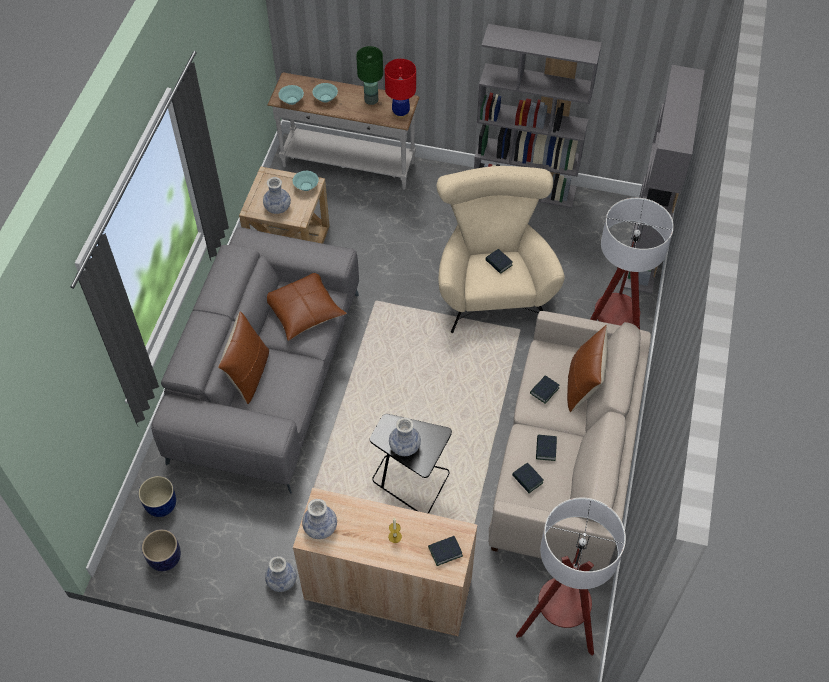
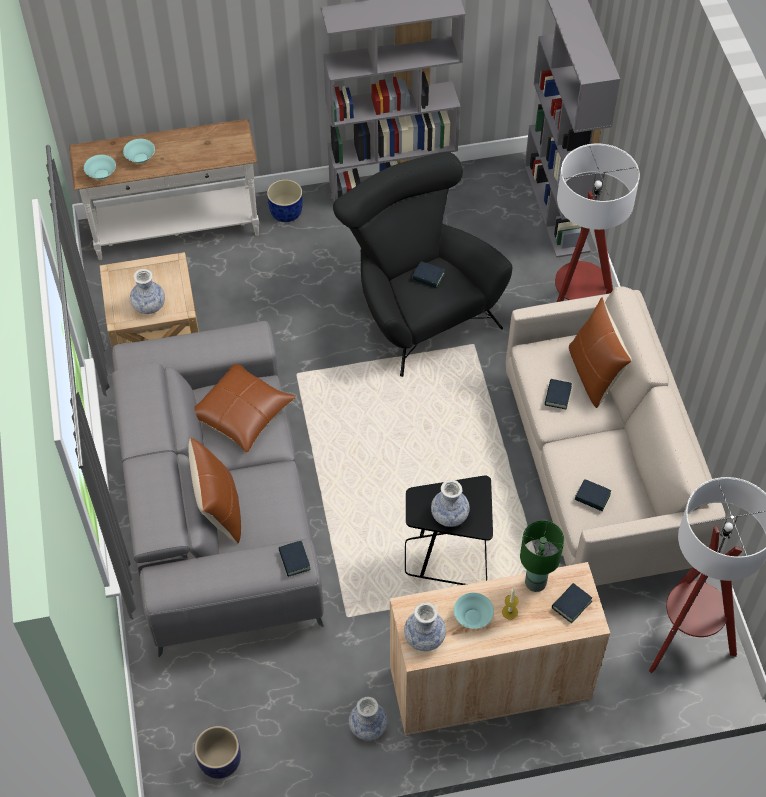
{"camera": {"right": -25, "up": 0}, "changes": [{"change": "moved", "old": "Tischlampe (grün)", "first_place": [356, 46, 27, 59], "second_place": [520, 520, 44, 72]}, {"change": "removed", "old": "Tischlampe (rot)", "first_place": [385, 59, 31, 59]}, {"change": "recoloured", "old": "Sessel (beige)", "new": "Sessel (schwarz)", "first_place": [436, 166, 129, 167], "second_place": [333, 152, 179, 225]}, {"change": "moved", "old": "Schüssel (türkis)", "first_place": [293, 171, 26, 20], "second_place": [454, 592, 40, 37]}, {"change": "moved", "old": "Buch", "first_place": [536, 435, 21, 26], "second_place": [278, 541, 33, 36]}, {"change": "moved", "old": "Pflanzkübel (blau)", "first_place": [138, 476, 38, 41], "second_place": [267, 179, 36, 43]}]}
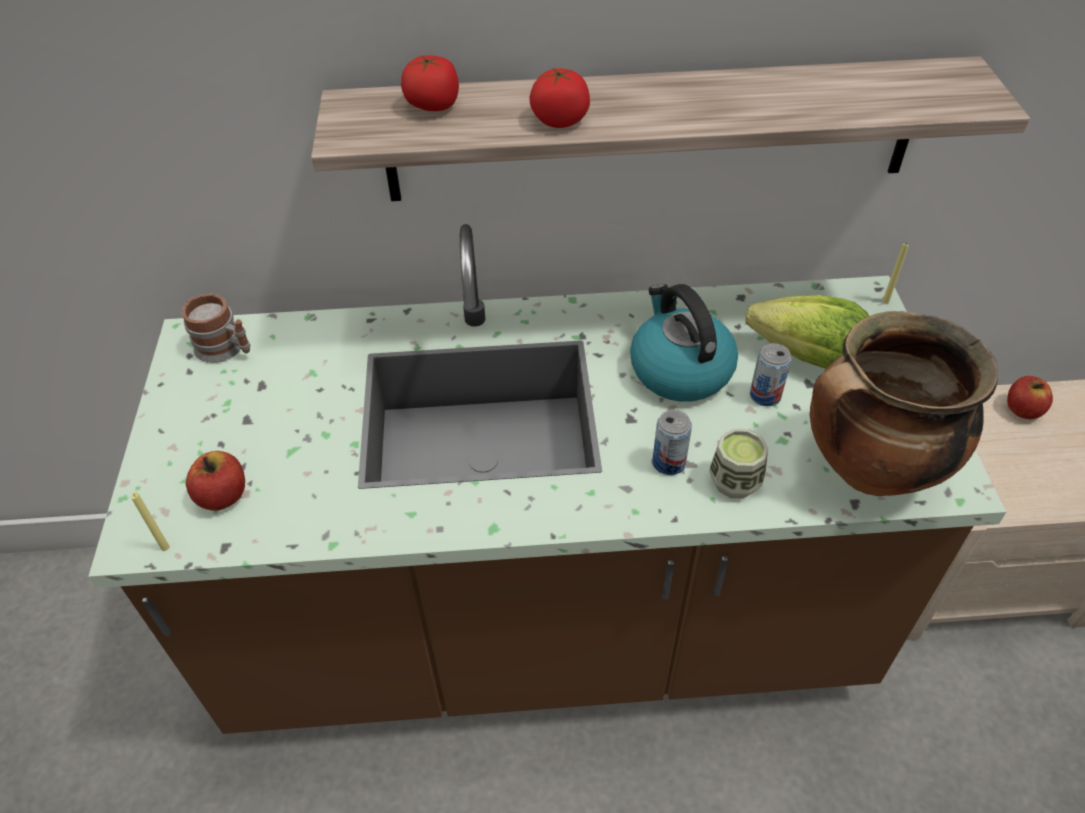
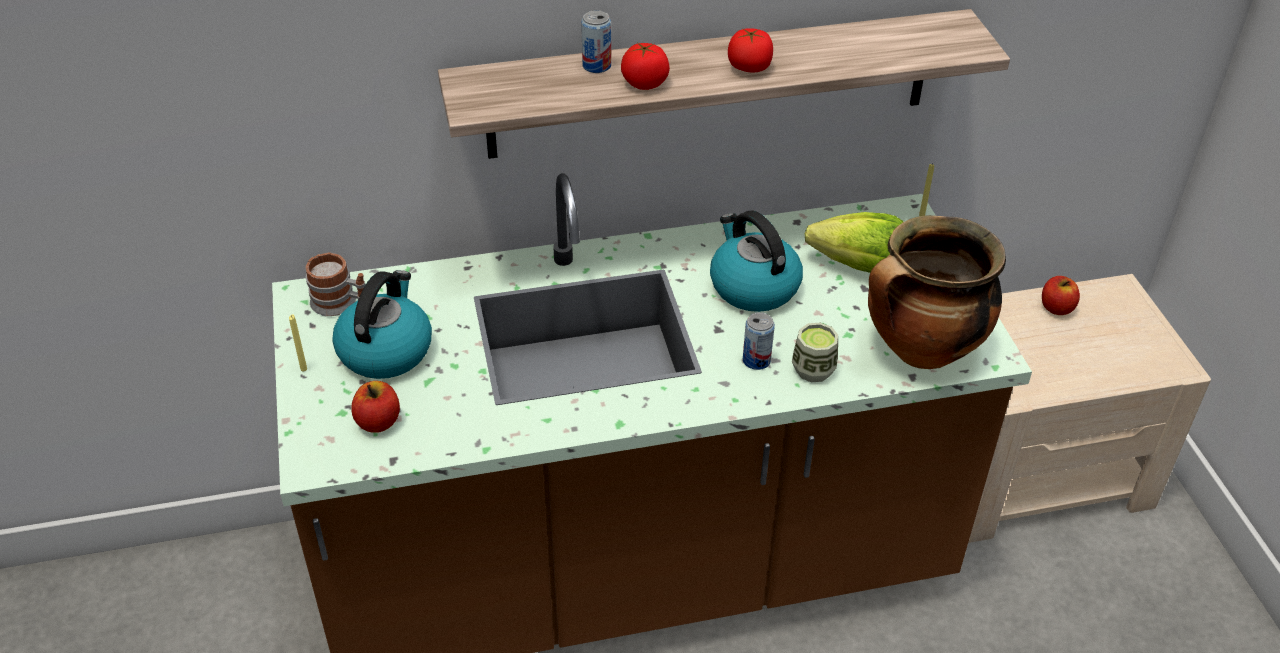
{"camera": {"right": -10, "up": -5}, "changes": [{"change": "moved", "old": "Tomate", "first_place": [401, 55, 58, 56], "second_place": [728, 28, 45, 45]}, {"change": "moved", "old": "Dose", "first_place": [750, 343, 42, 63], "second_place": [581, 10, 30, 63]}, {"change": "moved", "old": "Kerze (gelb)", "first_place": [131, 492, 38, 59], "second_place": [289, 315, 18, 56]}, {"change": "added", "new": "Wasserkessel", "second_place": [332, 270, 100, 109]}]}
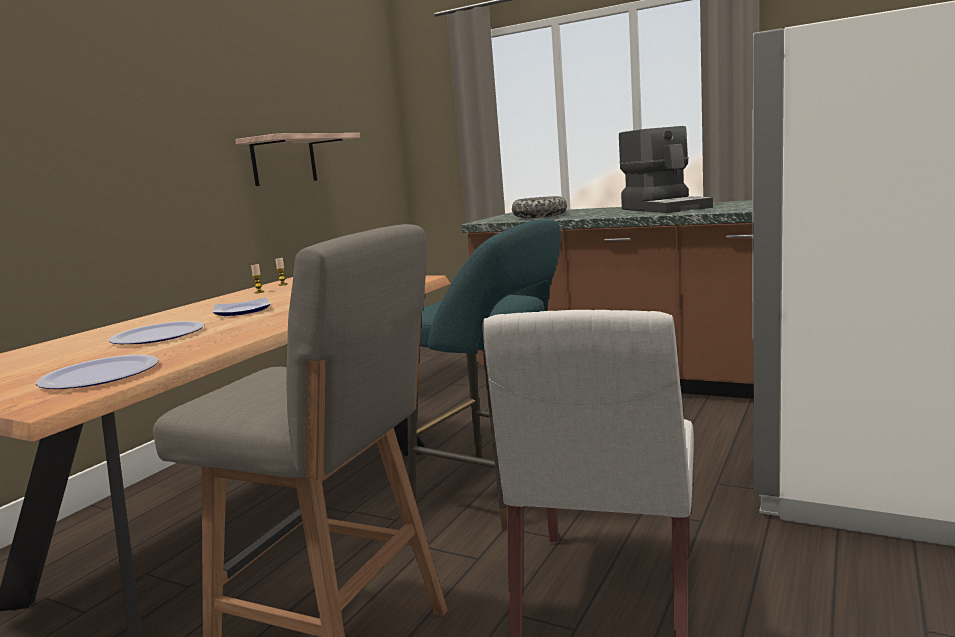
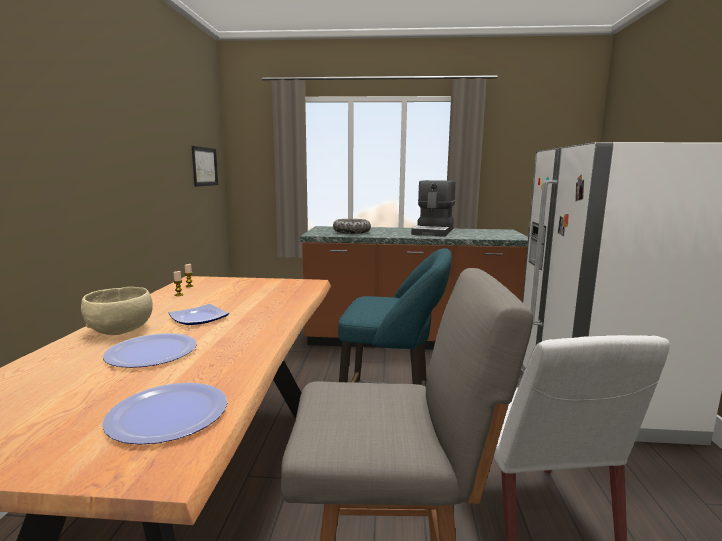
{"camera": {"right": -25, "up": 0}, "changes": [{"change": "turned", "old": "Kaffeemaschine", "first_place": [619, 126, 94, 87], "second_place": [411, 180, 45, 57], "degrees": 60}, {"change": "removed", "old": "Wandregal", "first_place": [235, 133, 125, 53]}, {"change": "added", "new": "Bild", "second_place": [192, 146, 26, 41]}, {"change": "added", "new": "Schüssel (beige)", "second_place": [81, 287, 72, 48]}]}
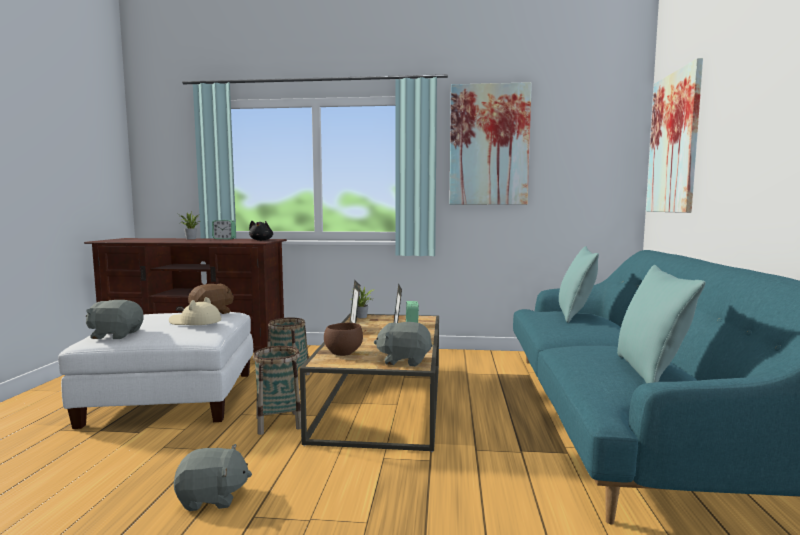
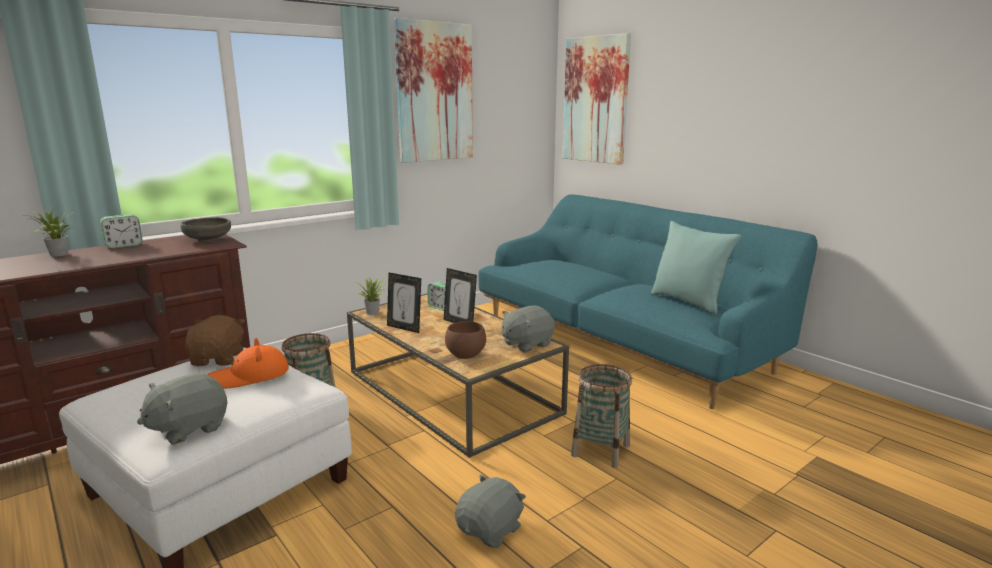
{"camera": {"right": -45, "up": 10}, "changes": [{"change": "replaced", "old": "Plüschtier (schwarz)", "new": "Schüssel (grau)", "first_place": [249, 221, 24, 20], "second_place": [180, 217, 51, 25]}, {"change": "removed", "old": "Kissen (türkis)", "first_place": [559, 246, 40, 77]}, {"change": "recoloured", "old": "Hut (beige)", "new": "Hut (orange)", "first_place": [169, 297, 52, 28], "second_place": [207, 338, 82, 50]}, {"change": "moved", "old": "Korb", "first_place": [253, 346, 48, 89], "second_place": [571, 364, 61, 104]}]}
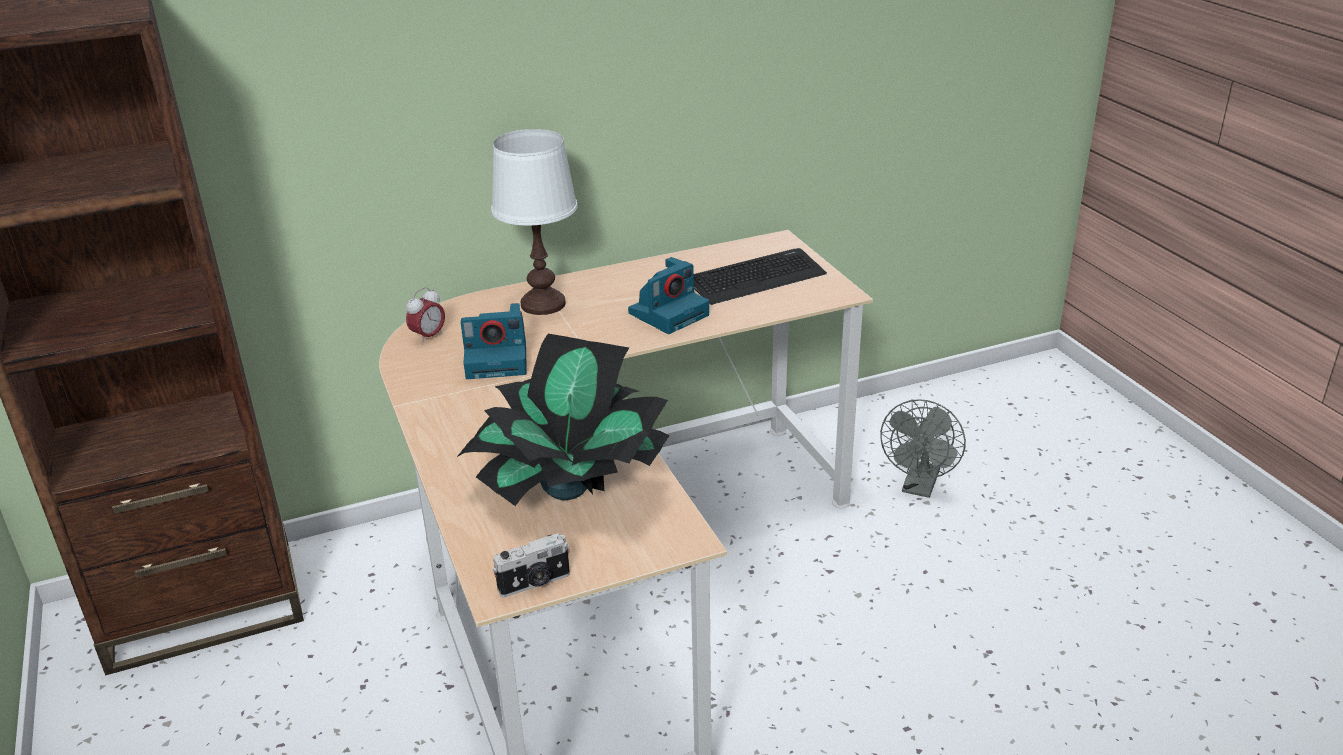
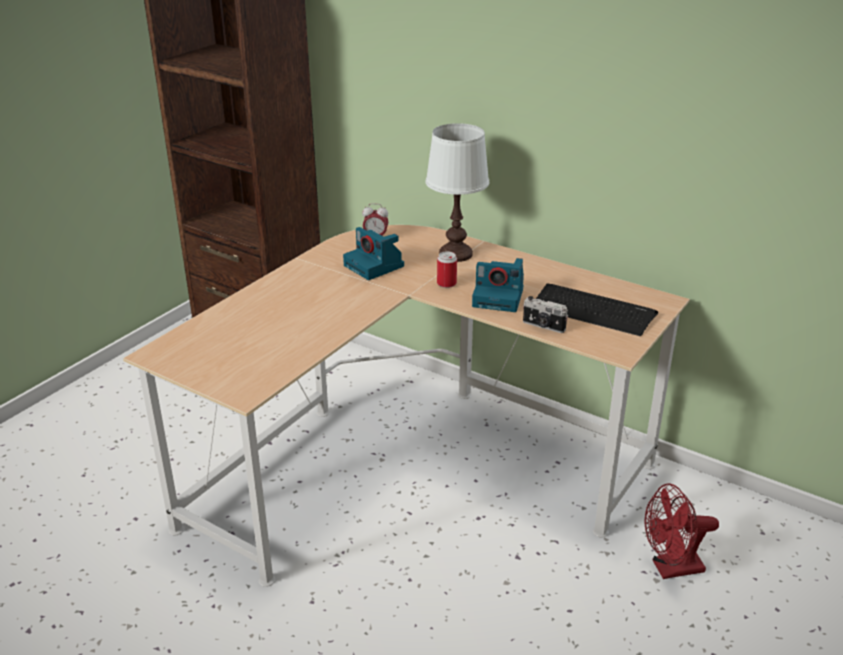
{"camera": {"right": 55, "up": 0}, "changes": [{"change": "removed", "old": "Topfpflanze", "first_place": [457, 334, 213, 172]}, {"change": "recoloured", "old": "Ventilator (grau)", "new": "Ventilator (rot)", "first_place": [880, 400, 86, 98], "second_place": [645, 483, 74, 96]}, {"change": "moved", "old": "Kamera", "first_place": [493, 533, 77, 64], "second_place": [523, 296, 45, 37]}, {"change": "added", "new": "Dose", "second_place": [437, 251, 20, 37]}]}
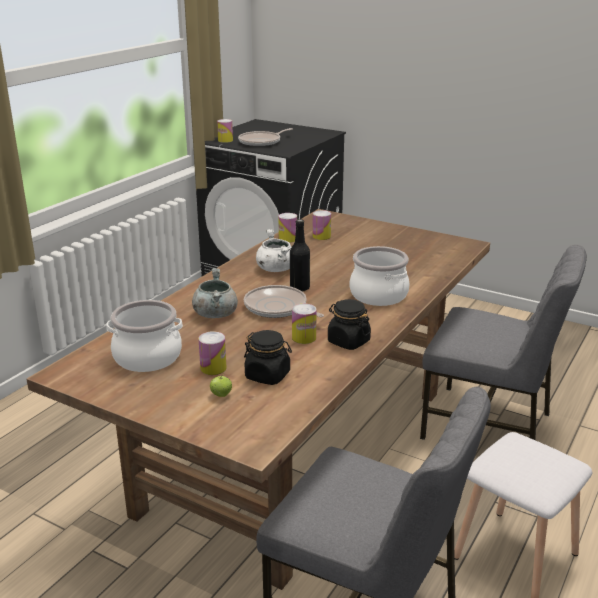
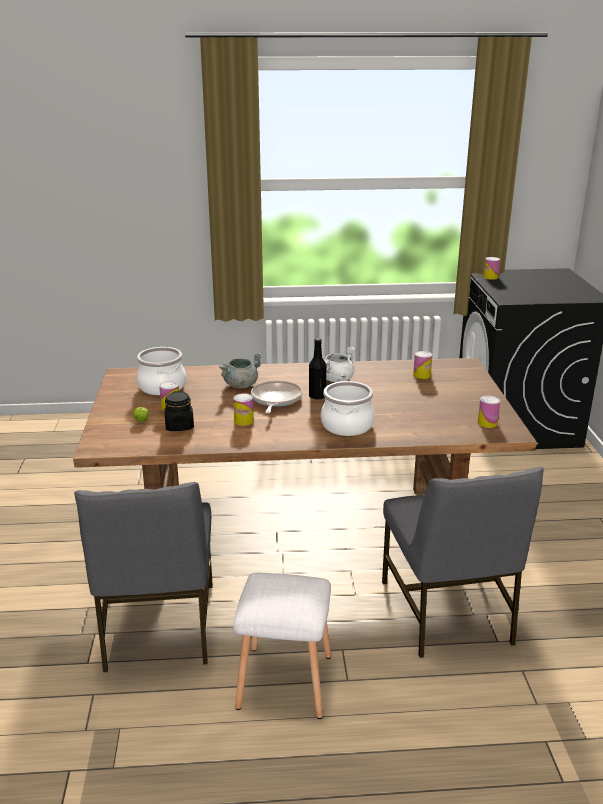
{"camera": {"right": 55, "up": 0}, "changes": [{"change": "removed", "old": "Pfanne", "first_place": [238, 128, 55, 19]}, {"change": "moved", "old": "Dose", "first_place": [278, 213, 19, 30], "second_place": [478, 395, 22, 33]}, {"change": "removed", "old": "Vorratsglas (schwarz)", "first_place": [328, 299, 43, 51]}]}
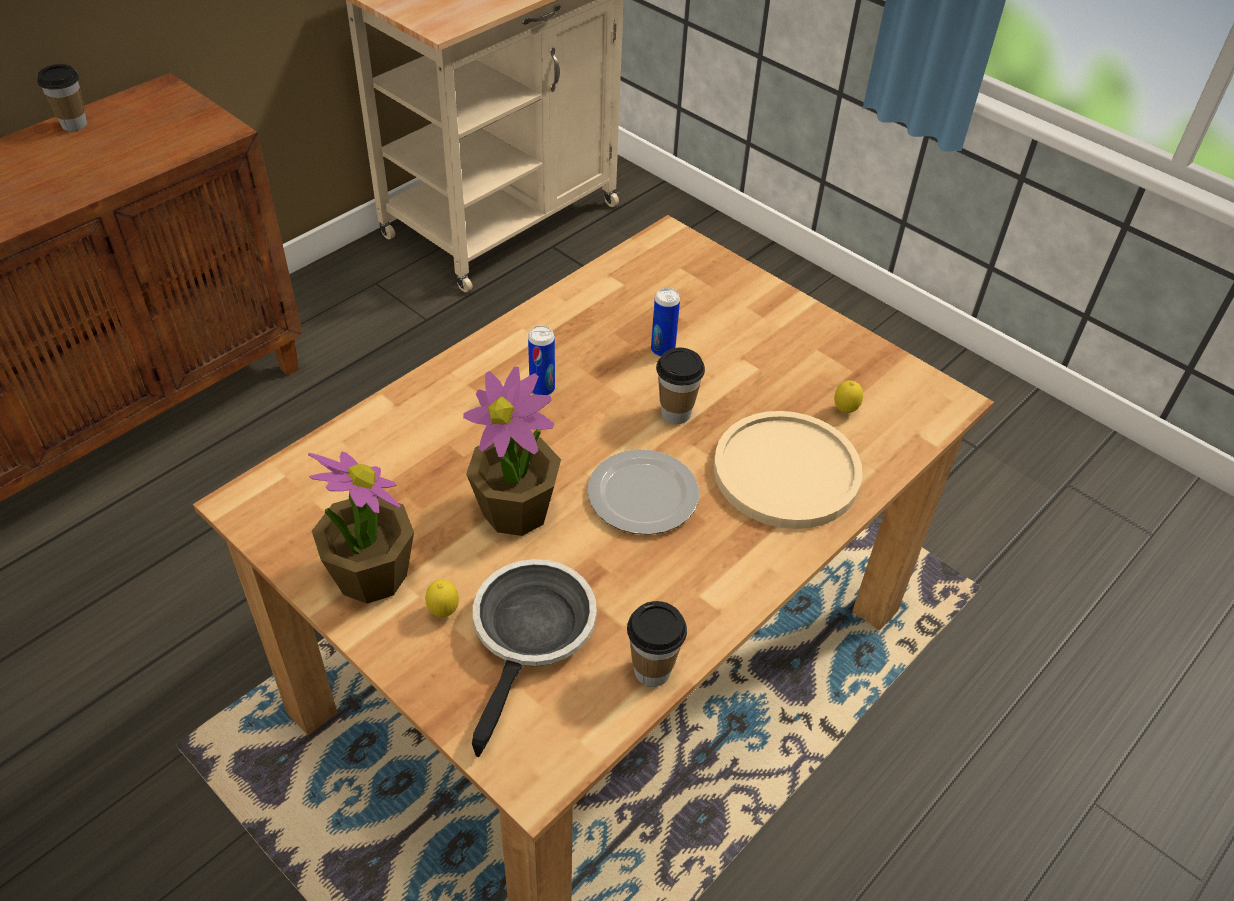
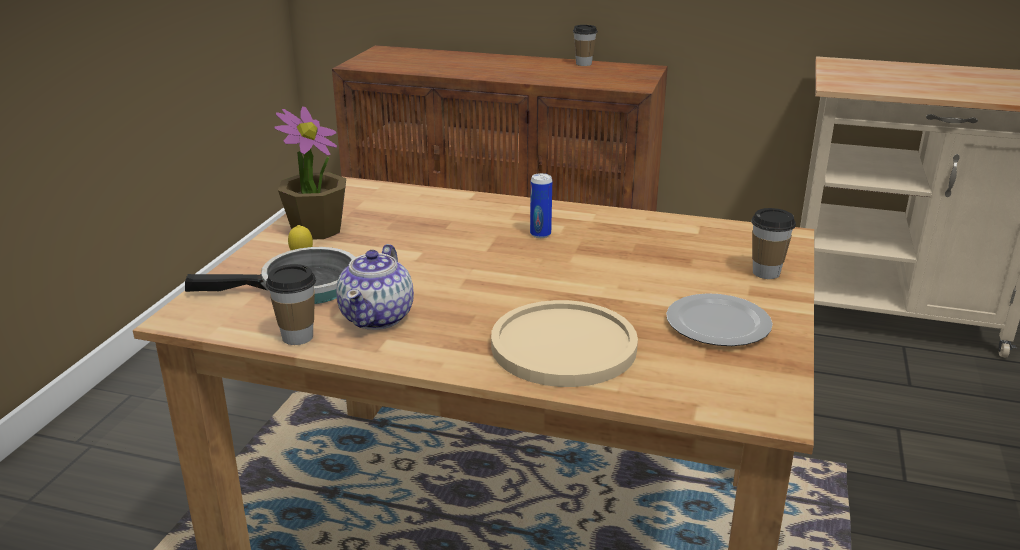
{"camera": {"right": 65, "up": -20}, "changes": [{"change": "removed", "old": "Dose", "first_place": [651, 288, 29, 69]}, {"change": "moved", "old": "Tasse", "first_place": [656, 348, 49, 76], "second_place": [751, 208, 45, 71]}, {"change": "removed", "old": "Topfpflanze", "first_place": [463, 367, 98, 169]}, {"change": "removed", "old": "Zitrone", "first_place": [834, 380, 29, 33]}, {"change": "moved", "old": "Teller", "first_place": [588, 449, 111, 86], "second_place": [666, 293, 107, 53]}, {"change": "added", "new": "Teekanne", "second_place": [336, 244, 78, 86]}]}
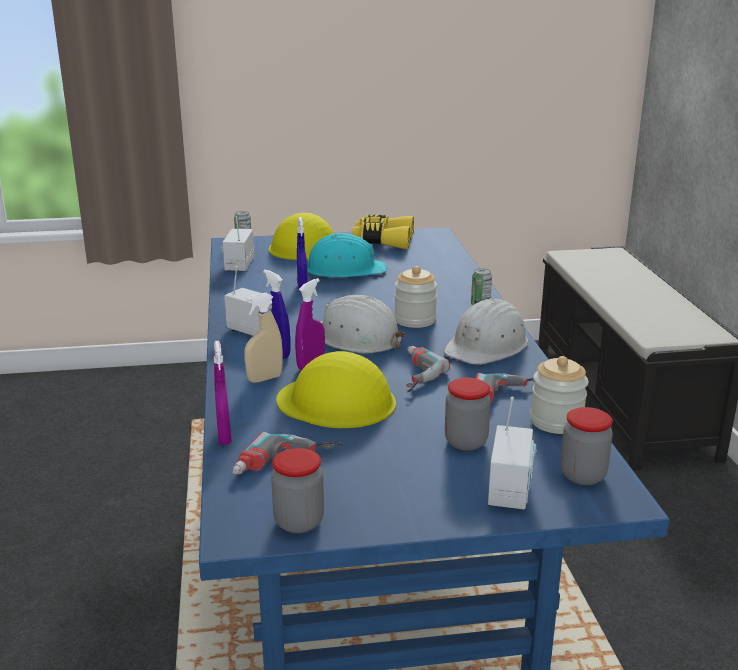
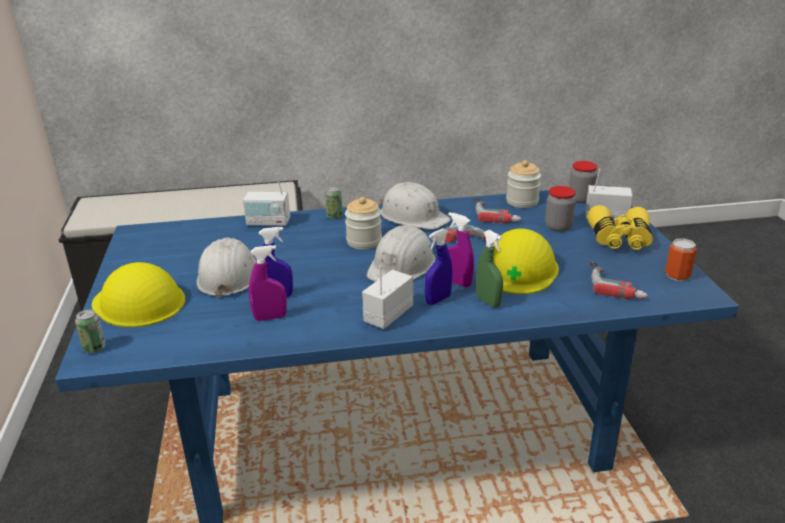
{"camera": {"right": -90, "up": 5}, "changes": [{"change": "moved", "old": "Fernglas (gelb)", "first_place": [352, 214, 62, 35], "second_place": [587, 205, 66, 45]}, {"change": "moved", "old": "Radio", "first_place": [221, 216, 33, 56], "second_place": [243, 173, 47, 54]}, {"change": "recoloured", "old": "Schutzhelm (türkis)", "new": "Schutzhelm (weiß)", "first_place": [306, 233, 81, 45], "second_place": [197, 238, 59, 61]}, {"change": "recoloured", "old": "Sprühflasche (beige)", "new": "Sprühflasche (grün)", "first_place": [244, 293, 39, 90], "second_place": [476, 230, 27, 78]}, {"change": "moved", "old": "Sprühflasche (lila)", "first_place": [214, 341, 17, 104], "second_place": [249, 245, 38, 76]}, {"change": "replaced", "old": "Vorratsglas", "new": "Dose", "first_place": [271, 448, 53, 85], "second_place": [665, 239, 32, 42]}]}
